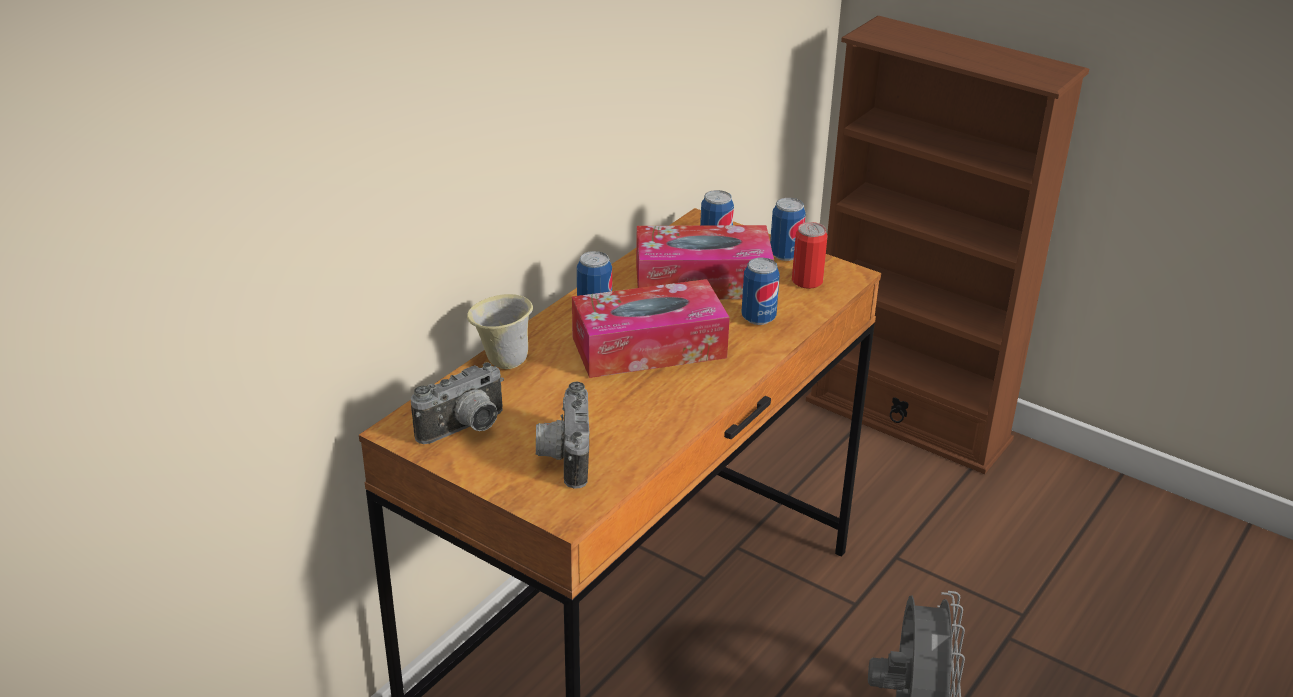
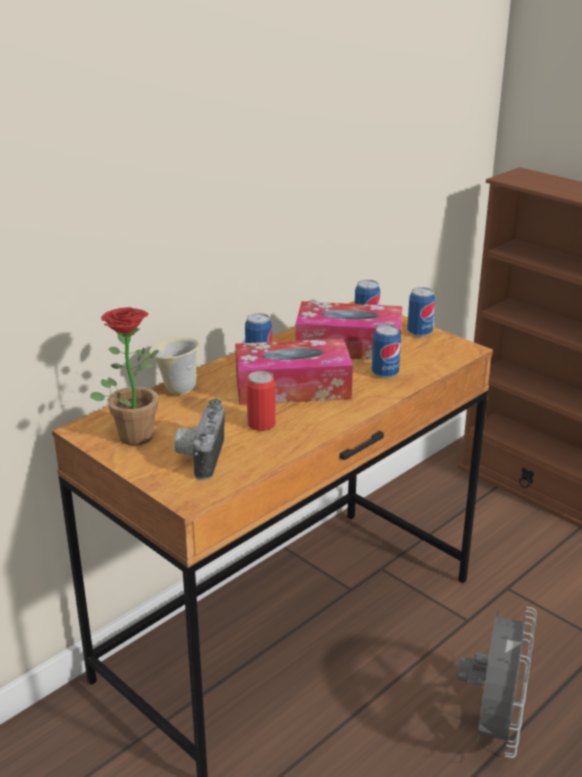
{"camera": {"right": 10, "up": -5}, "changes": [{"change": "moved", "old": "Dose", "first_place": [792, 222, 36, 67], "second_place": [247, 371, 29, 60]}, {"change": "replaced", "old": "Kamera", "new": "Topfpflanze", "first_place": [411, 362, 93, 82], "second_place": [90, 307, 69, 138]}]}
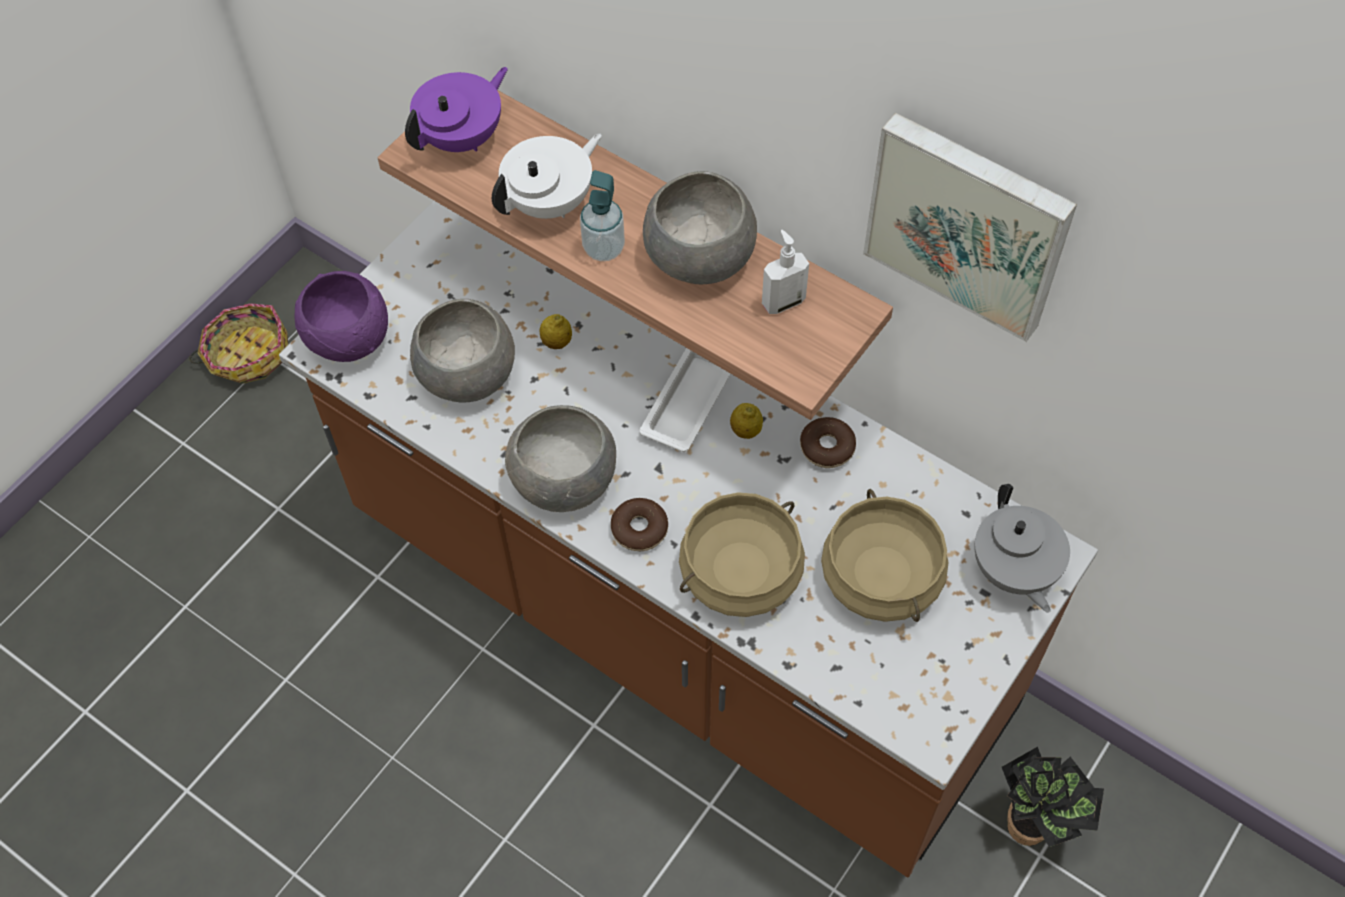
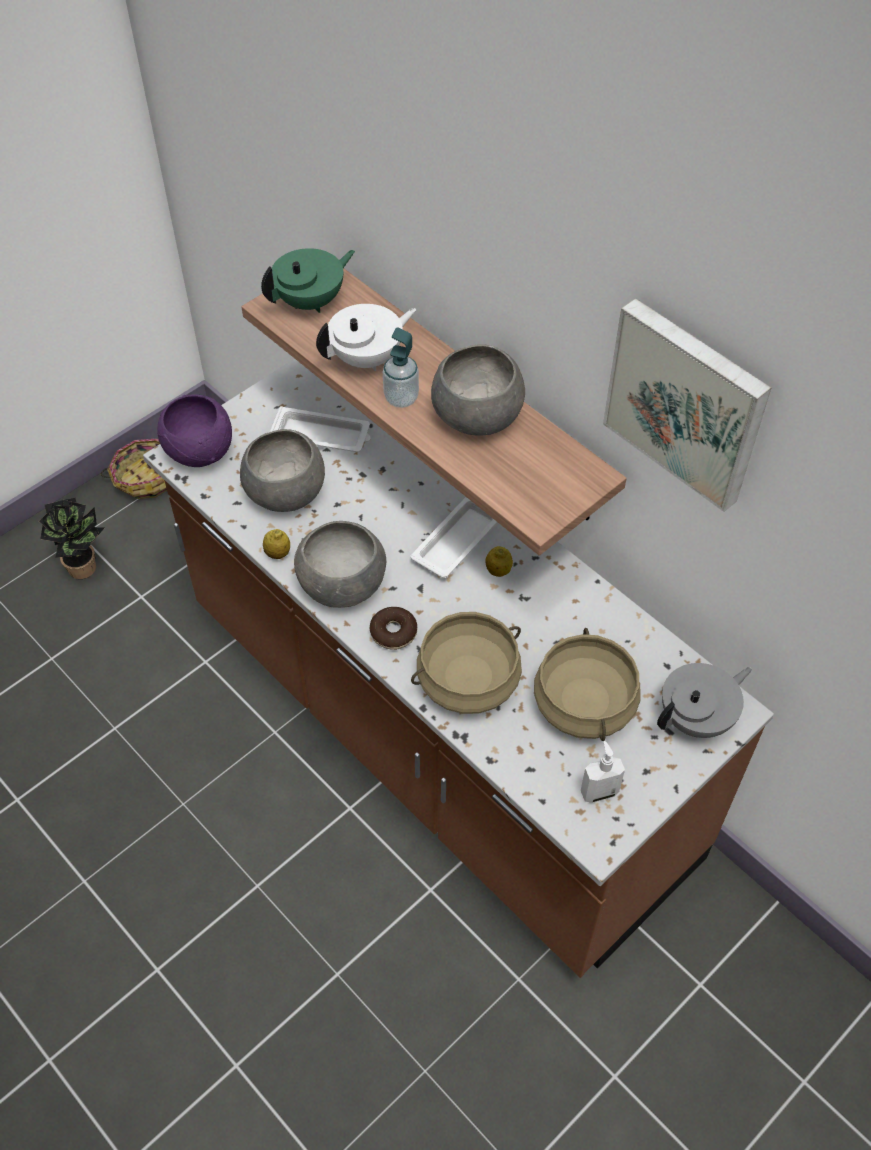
{"camera": {"right": 10, "up": -5}, "changes": [{"change": "recoloured", "old": "Teekanne (lila)", "new": "Teekanne (grün)", "first_place": [405, 67, 103, 85], "second_place": [261, 248, 94, 65]}, {"change": "moved", "old": "Seifenspender", "first_place": [762, 230, 47, 84], "second_place": [581, 741, 44, 62]}, {"change": "moved", "old": "Zitrone", "first_place": [540, 314, 32, 35], "second_place": [263, 529, 27, 30]}, {"change": "removed", "old": "Donut", "first_place": [800, 417, 56, 51]}, {"change": "turned", "old": "Teekanne (grau)", "first_place": [975, 484, 95, 129], "second_place": [657, 663, 95, 75], "degrees": -120}, {"change": "moved", "old": "Topfpflanze", "first_place": [1002, 747, 102, 100], "second_place": [39, 498, 66, 81]}, {"change": "added", "new": "Tablett (weiß)", "second_place": [270, 406, 101, 46]}]}
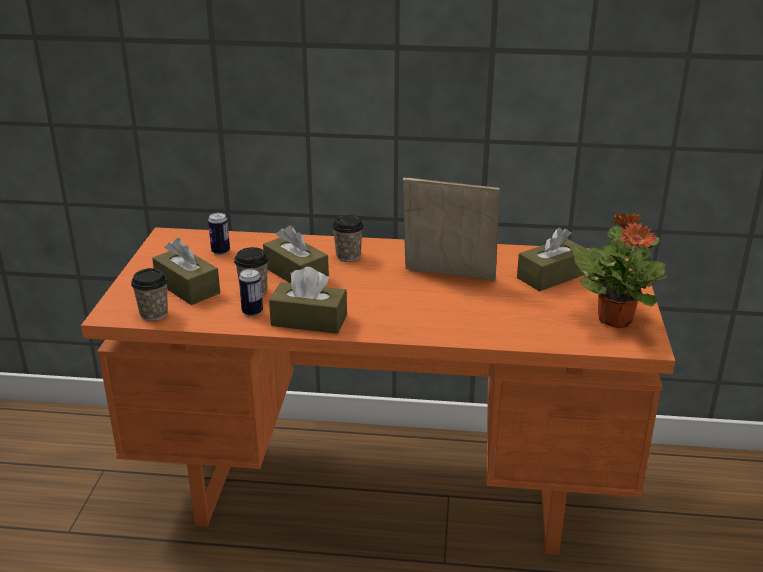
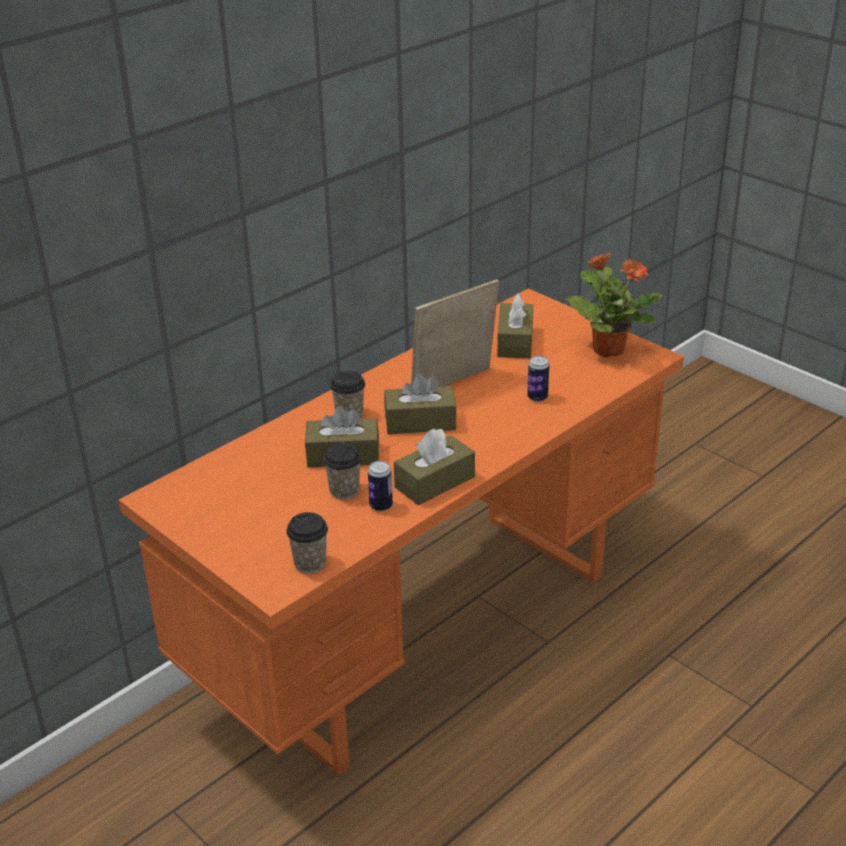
{"camera": {"right": -50, "up": 5}, "changes": [{"change": "moved", "old": "Dose", "first_place": [208, 212, 22, 43], "second_place": [527, 356, 22, 46]}, {"change": "moved", "old": "Taschentuchbox (braun)", "first_place": [152, 238, 68, 67], "second_place": [384, 374, 73, 60]}]}
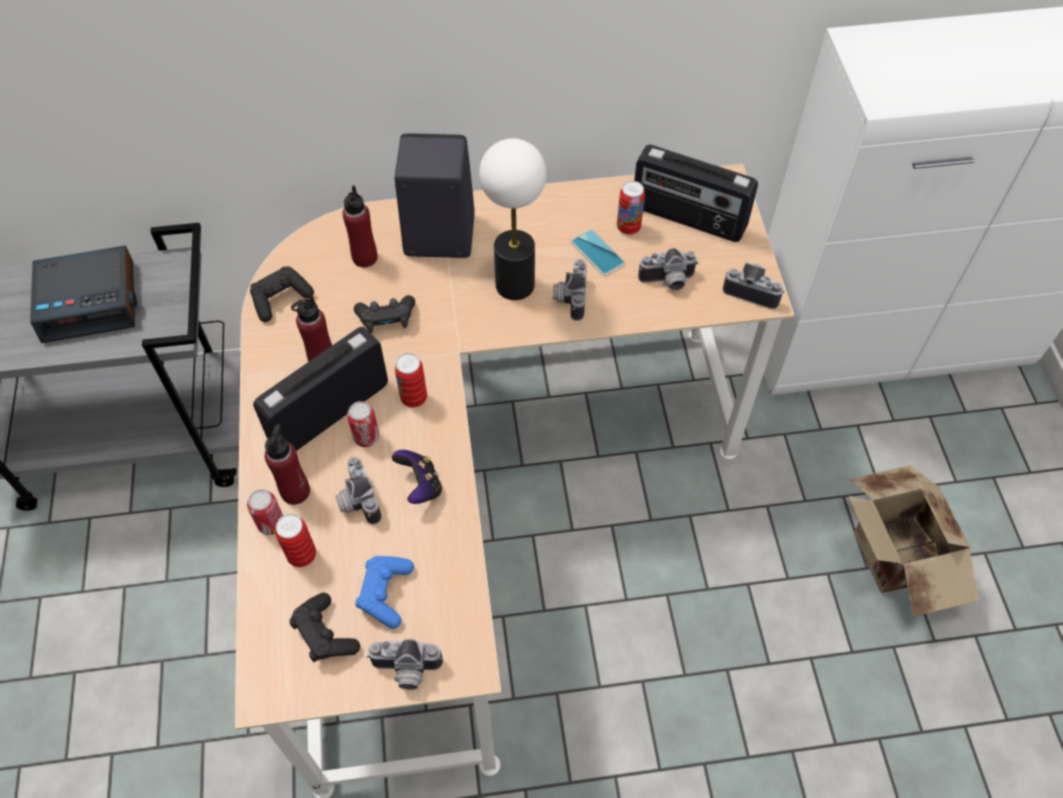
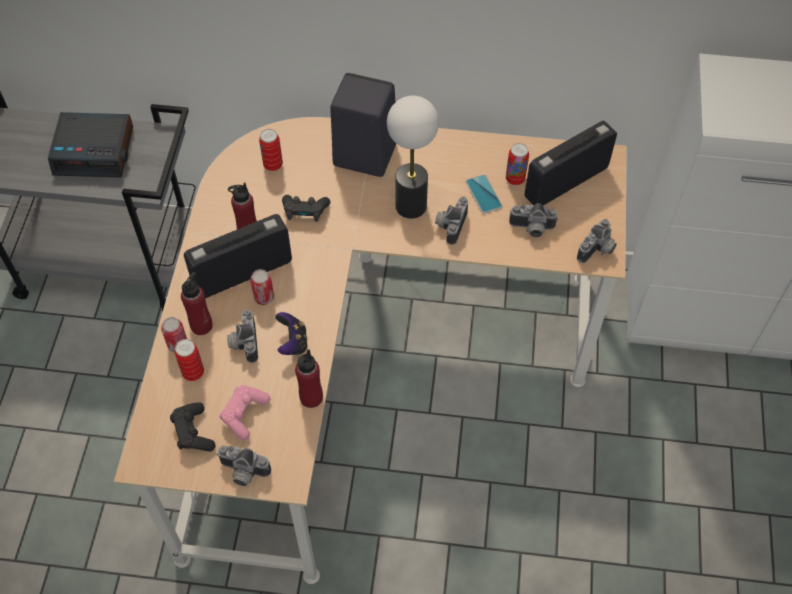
{"camera": {"right": 15, "up": 0}, "changes": [{"change": "turned", "old": "Radio", "first_place": [634, 145, 124, 97], "second_place": [524, 121, 93, 85], "degrees": 105}, {"change": "moved", "old": "Flasche (rot)", "first_place": [342, 185, 36, 82], "second_place": [295, 349, 28, 59]}, {"change": "turned", "old": "Kamera", "first_place": [723, 263, 61, 46], "second_place": [577, 219, 40, 44], "degrees": 90}, {"change": "removed", "old": "Gamepad (schwarz)", "first_place": [250, 266, 64, 56]}, {"change": "moved", "old": "Dose", "first_place": [395, 353, 32, 55], "second_place": [259, 129, 24, 42]}, {"change": "removed", "old": "Karton", "first_place": [848, 465, 131, 152]}, {"change": "recoloured", "old": "Gamepad (blau)", "new": "Gamepad (rosa)", "first_place": [355, 556, 59, 73], "second_place": [219, 385, 51, 56]}]}
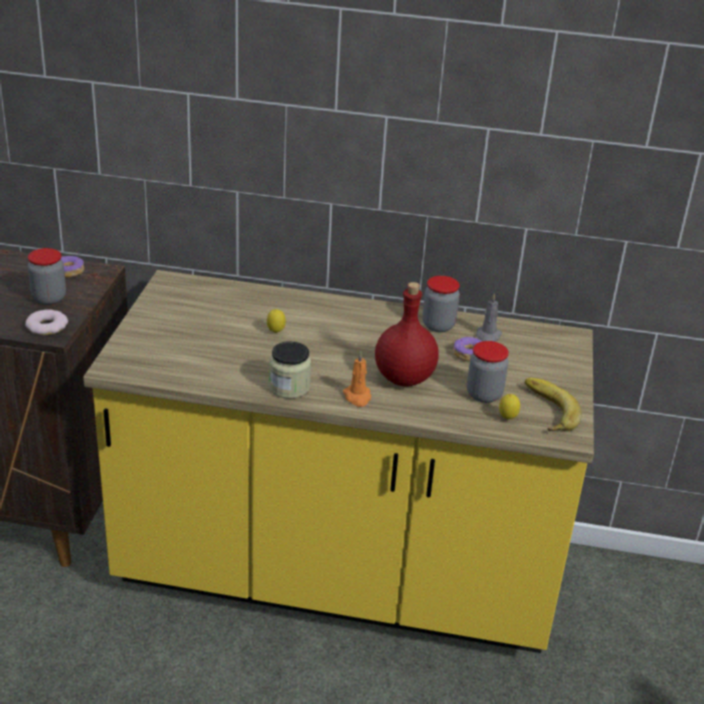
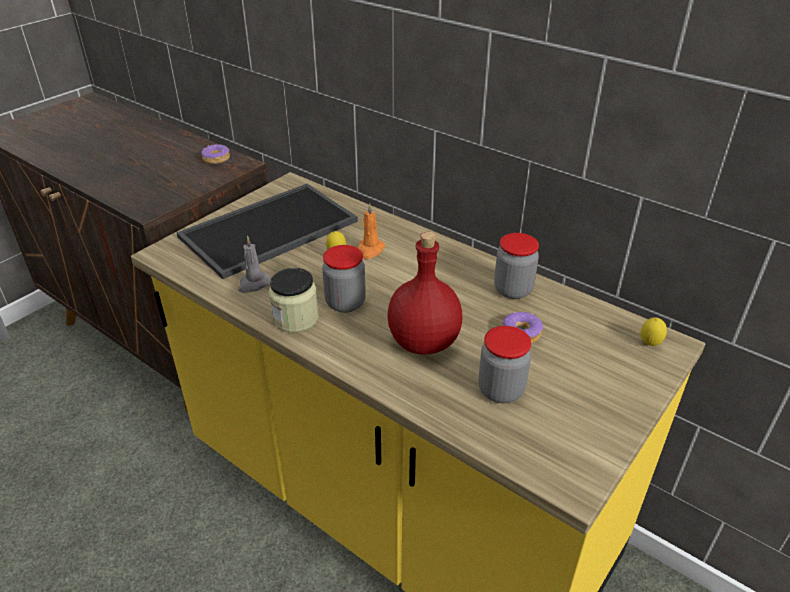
{"camera": {"right": 30, "up": 5}, "changes": [{"change": "moved", "old": "Vorratsglas", "first_place": [28, 248, 38, 57], "second_place": [322, 245, 44, 68]}, {"change": "moved", "old": "Kerze (grau)", "first_place": [476, 293, 26, 49], "second_place": [238, 236, 33, 57]}, {"change": "removed", "old": "Donut", "first_place": [25, 309, 43, 26]}, {"change": "moved", "old": "Kerze (orange)", "first_place": [343, 351, 28, 56], "second_place": [358, 203, 27, 56]}, {"change": "removed", "old": "Banane", "first_place": [525, 378, 57, 53]}, {"change": "moved", "old": "Zitrone", "first_place": [499, 394, 21, 25], "second_place": [641, 317, 26, 29]}, {"change": "added", "new": "Tablett", "second_place": [176, 184, 182, 95]}]}
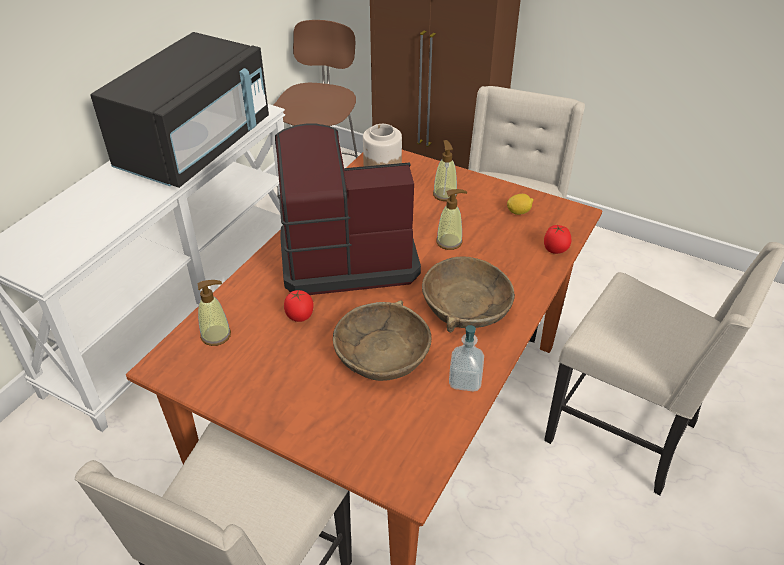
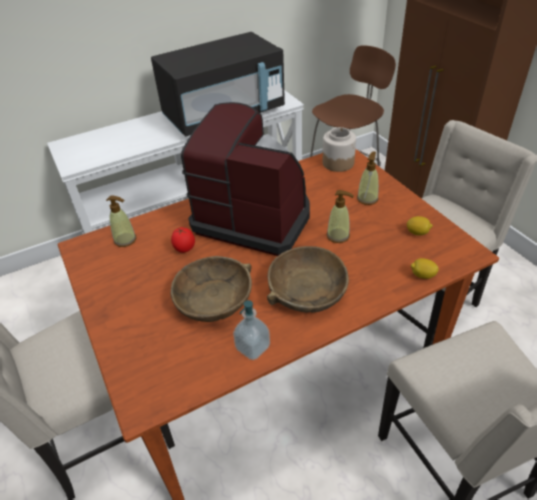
{"camera": {"right": 35, "up": 0}, "changes": [{"change": "replaced", "old": "Tomate", "new": "Zitrone", "first_place": [544, 225, 27, 29], "second_place": [411, 258, 28, 21]}]}
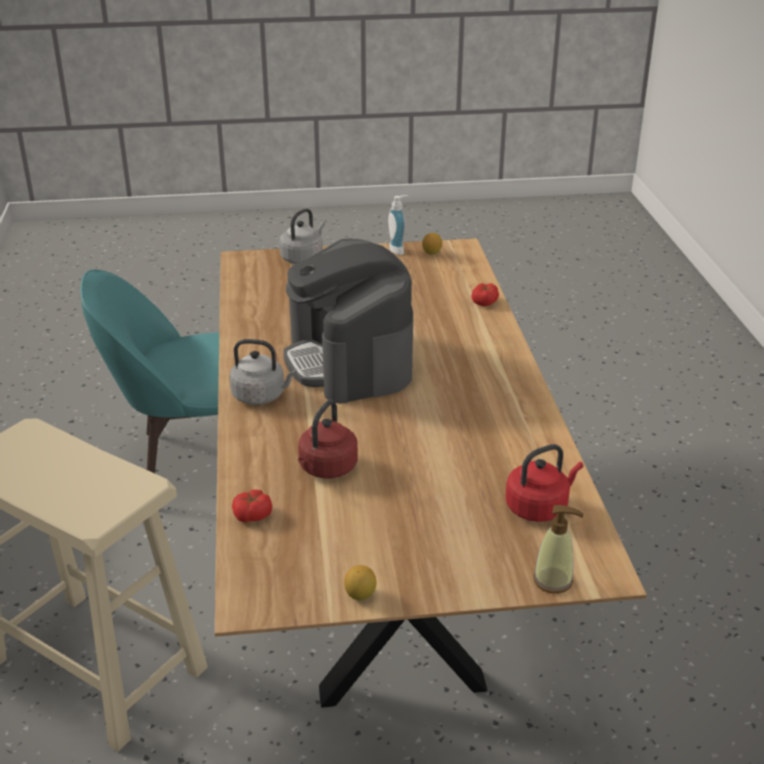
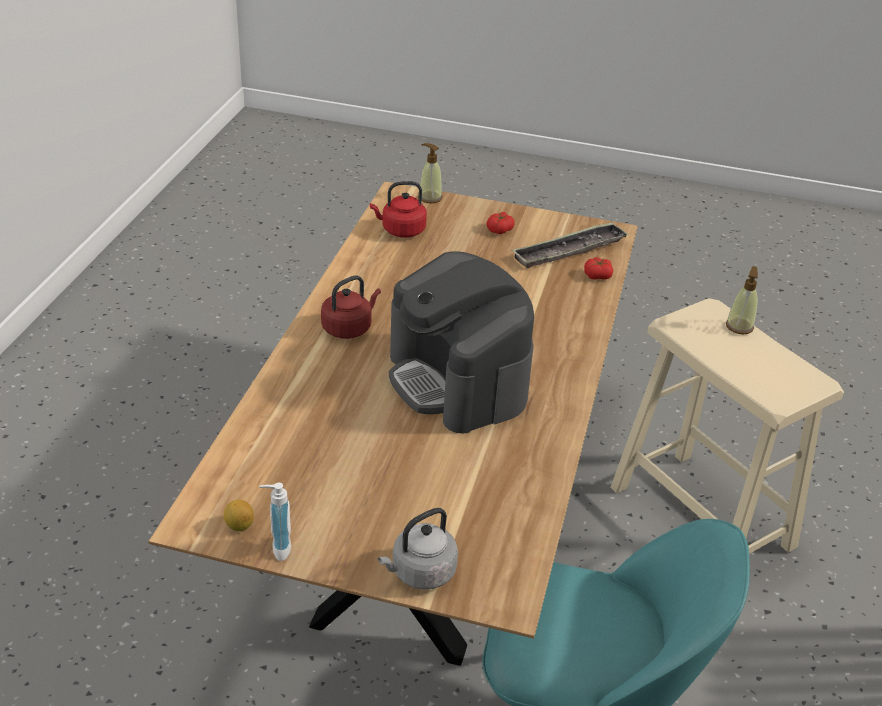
{"camera": {"right": -160, "up": 5}, "changes": [{"change": "turned", "old": "Kaffeemaschine", "first_place": [284, 238, 129, 166], "second_place": [389, 251, 145, 183], "degrees": 150}, {"change": "moved", "old": "Tomate", "first_place": [471, 283, 28, 23], "second_place": [486, 212, 29, 22]}, {"change": "removed", "old": "Wasserkessel (grau)", "first_place": [229, 339, 68, 66]}, {"change": "moved", "old": "Wasserkessel (rot)", "first_place": [298, 400, 60, 78], "second_place": [321, 276, 60, 63]}, {"change": "removed", "old": "Zitrone", "first_place": [344, 565, 33, 36]}, {"change": "added", "new": "Tablett", "second_place": [511, 222, 118, 46]}, {"change": "added", "new": "Seifenspender", "second_place": [726, 266, 32, 68]}]}
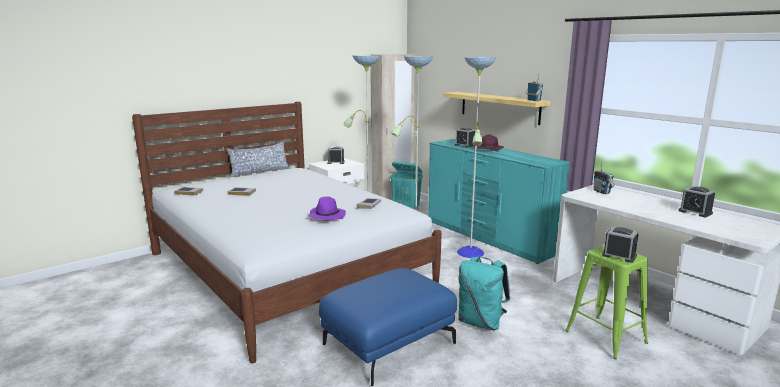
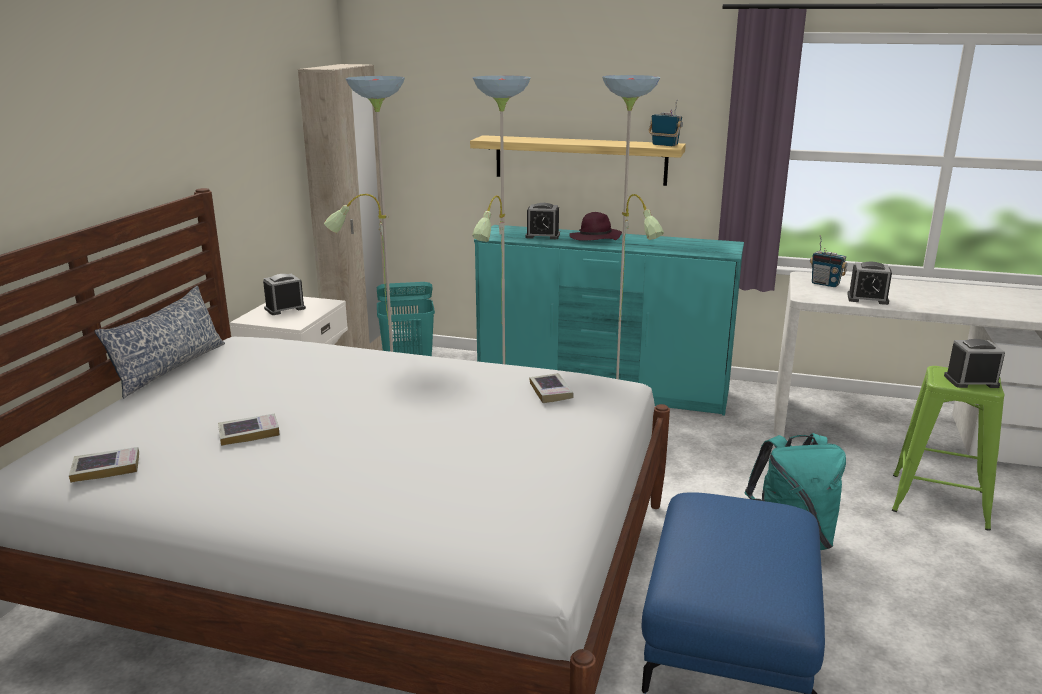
{"camera": {"right": -35, "up": 5}, "changes": [{"change": "moved", "old": "Wecker", "first_place": [678, 187, 37, 30], "second_place": [847, 262, 45, 43]}, {"change": "removed", "old": "Hut (lila)", "first_place": [308, 196, 38, 24]}]}
